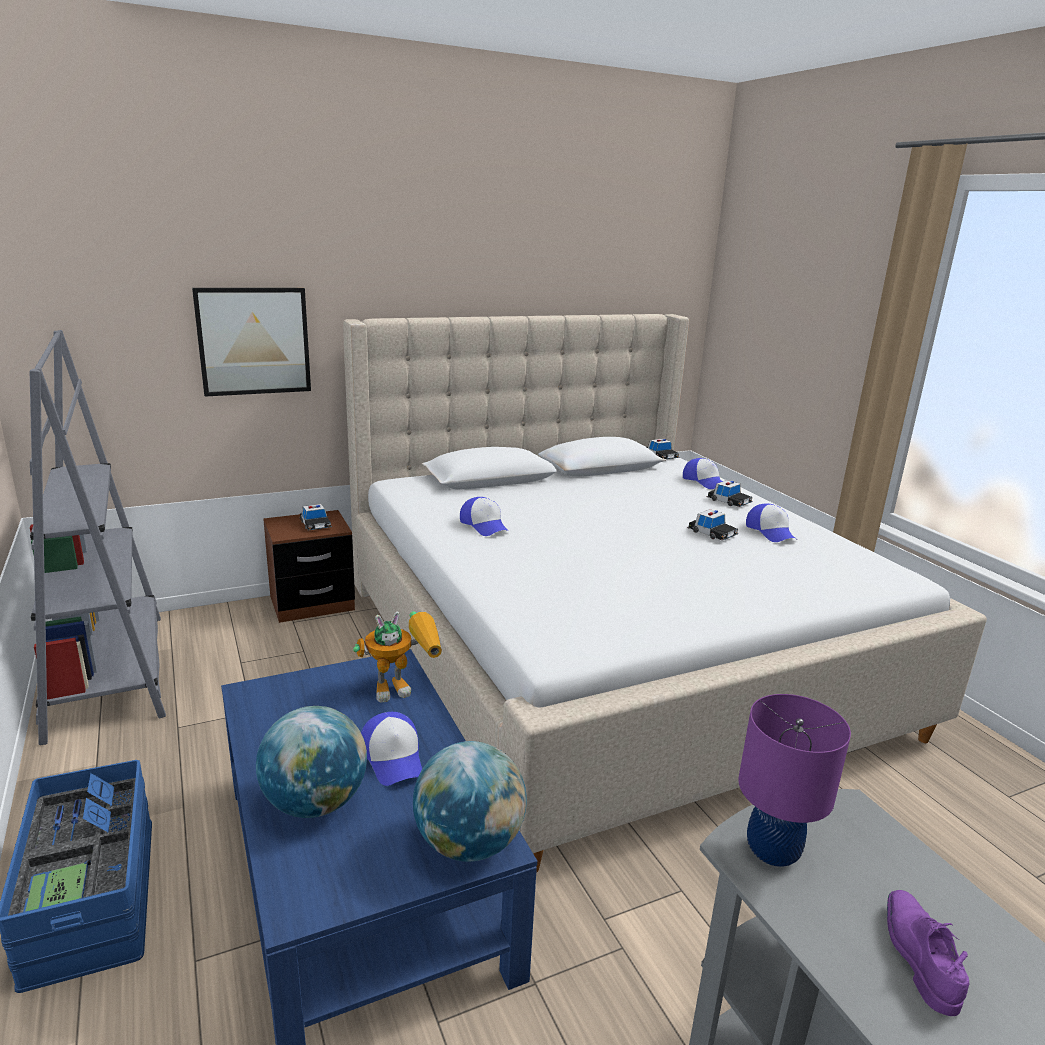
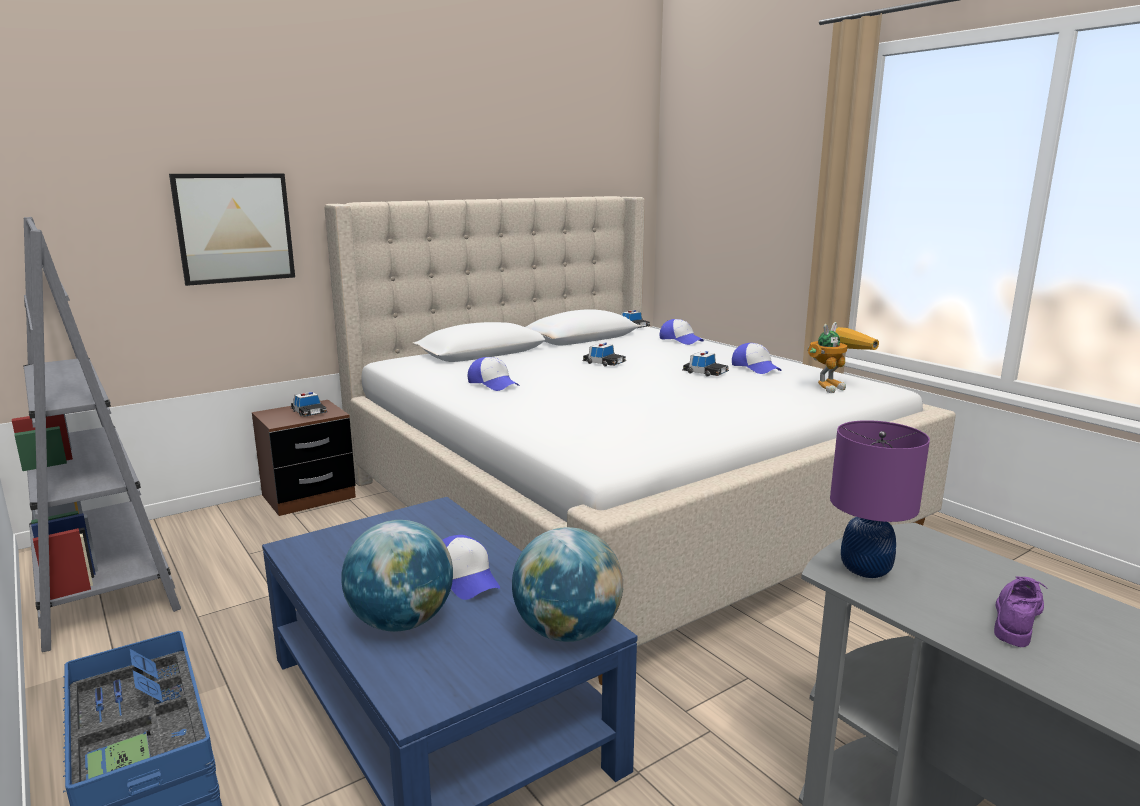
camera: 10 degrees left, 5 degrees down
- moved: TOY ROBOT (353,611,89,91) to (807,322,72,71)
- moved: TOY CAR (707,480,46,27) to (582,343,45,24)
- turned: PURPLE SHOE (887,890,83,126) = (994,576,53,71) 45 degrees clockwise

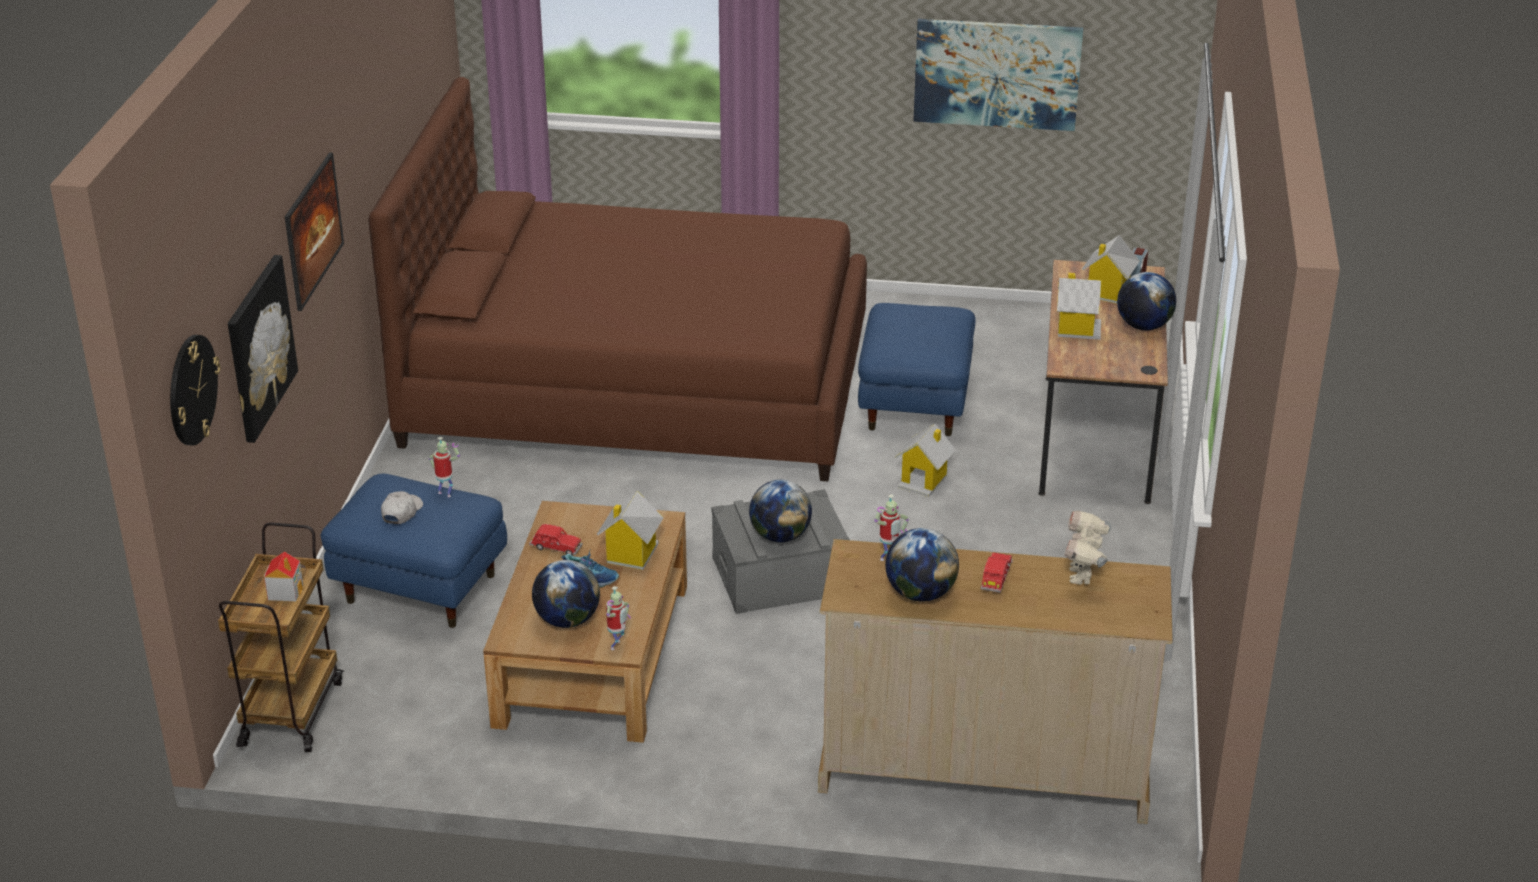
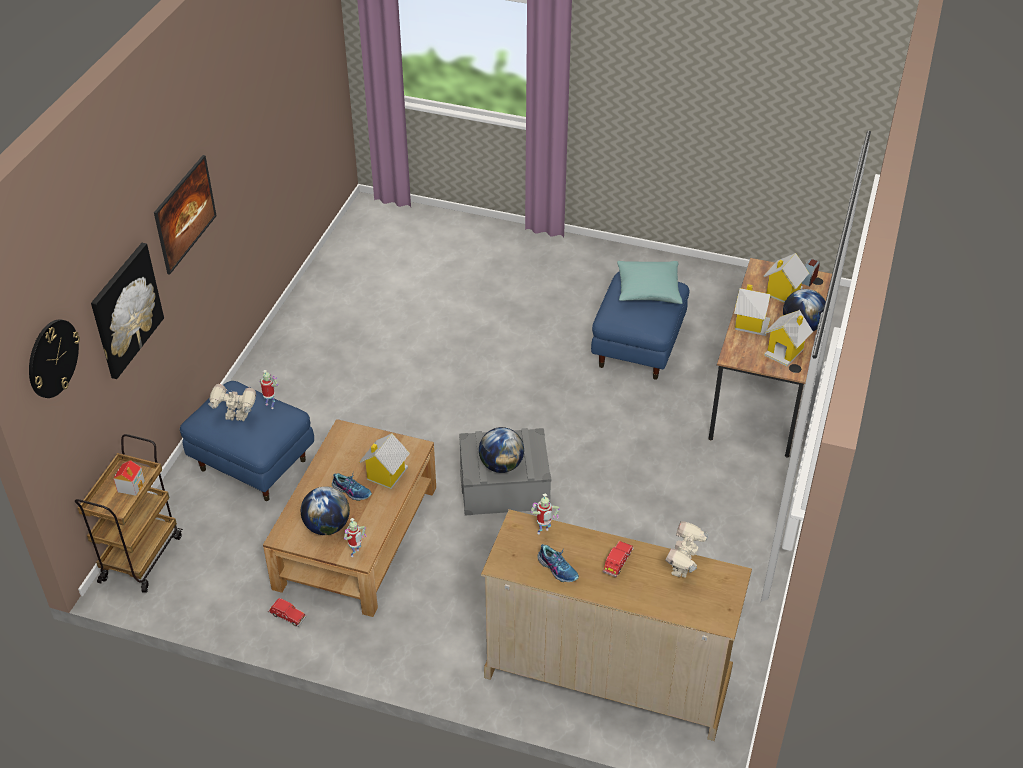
camera: 10 degrees right, 10 degrees up
- removed: BROWN BED (368,77,499,405)
- replaced: WHITE CAP (381,491,42,33) to TOY ROBOT (208,384,48,37)
- moved: RED TOY CAR (529,524,54,31) to (268,598,39,29)
- replaced: GLOBE (885,528,74,74) to SHOE (537,544,42,38)
- moved: TOY HOUSE (895,424,61,73) to (764,310,49,57)
- removed: PICTURE (913,19,170,112)
- added: TURQUOISE PILLOW (617,261,66,43)

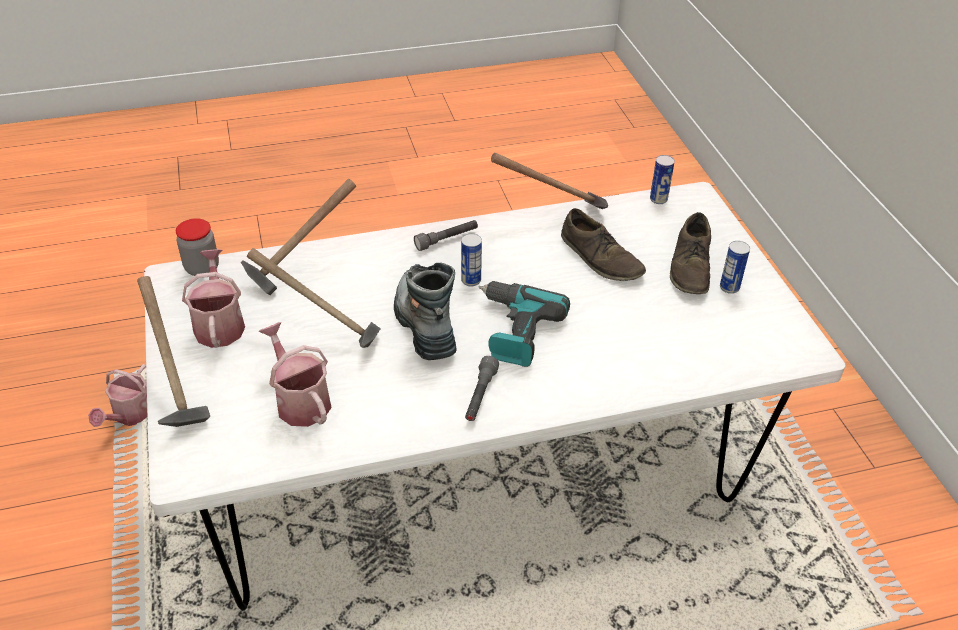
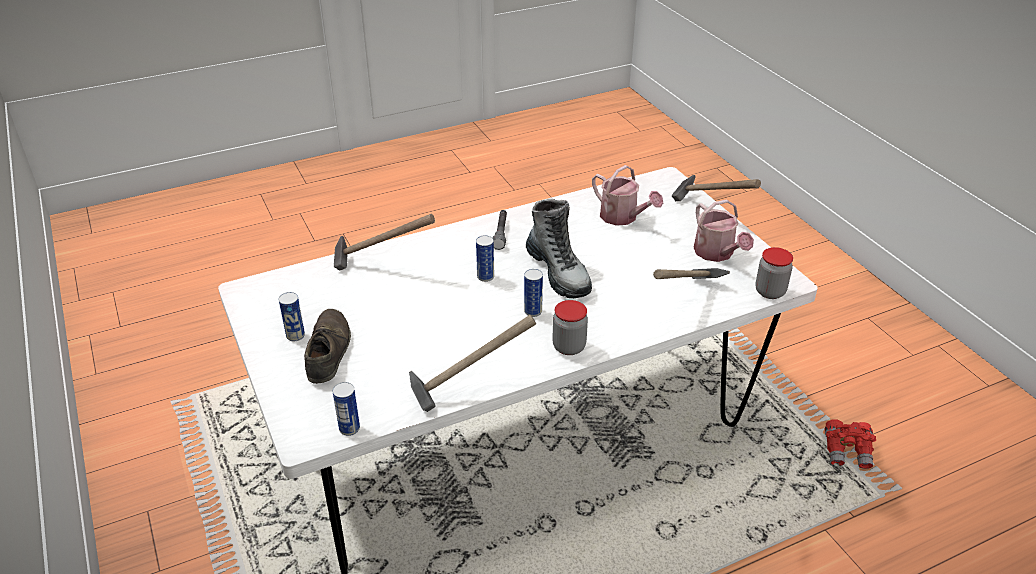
camera: 170 degrees right, 5 degrees down
- replaced: WATERING CAN (88,364,59,63) to RED BINOCULARS (825,420,51,49)
- moved: HAMMER (247,248,134,100) to (334,214,101,57)
- replaced: GREY FLASHLIGHT (414,220,64,31) to JAR (552,300,36,55)
- replaced: POWER DRILL (478,281,92,86) to CAN (476,235,18,47)
- removed: BROWN SHOE (561,208,85,73)

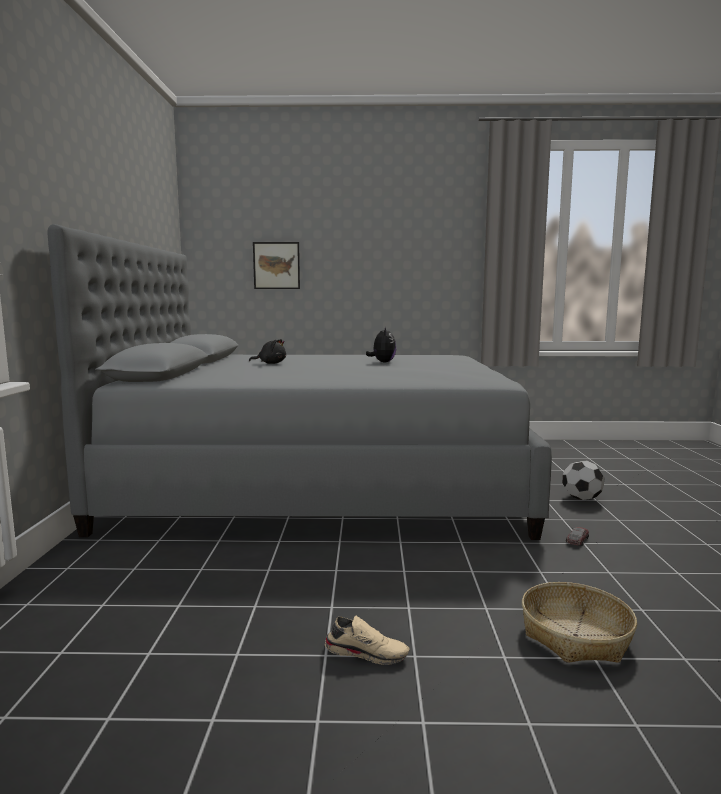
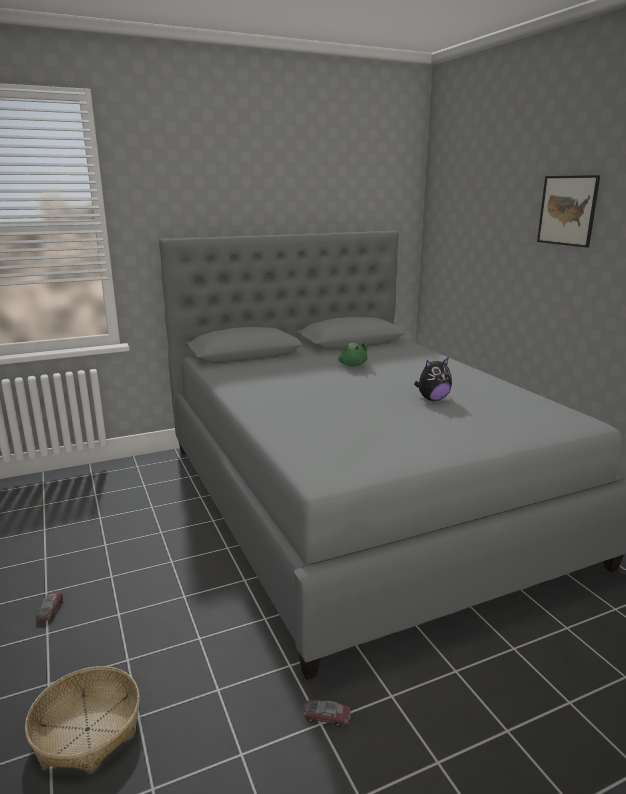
camera: 65 degrees right, 10 degrees up
- recoloured: BLACK PLUSH TOY (249,339,37,25) to GREEN PLUSH TOY (338,343,30,23)
- moved: PICTURE (253,242,47,47) to (537,175,63,73)
- replaced: BEIGE SHOE (325,616,85,49) to TOY CAR (36,591,27,30)
- removed: FOOTBALL (562,461,42,39)

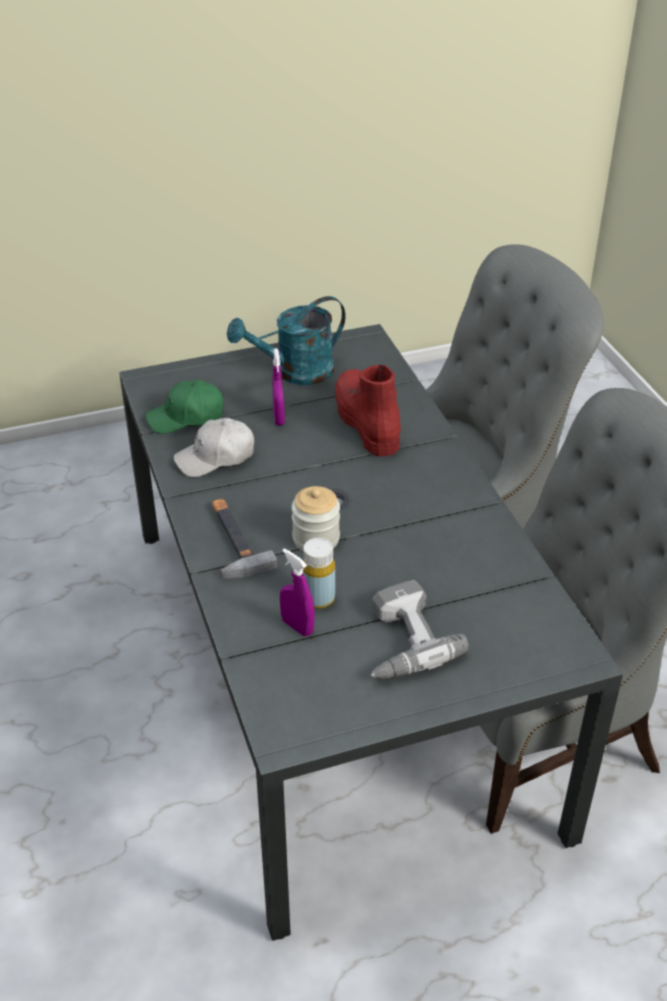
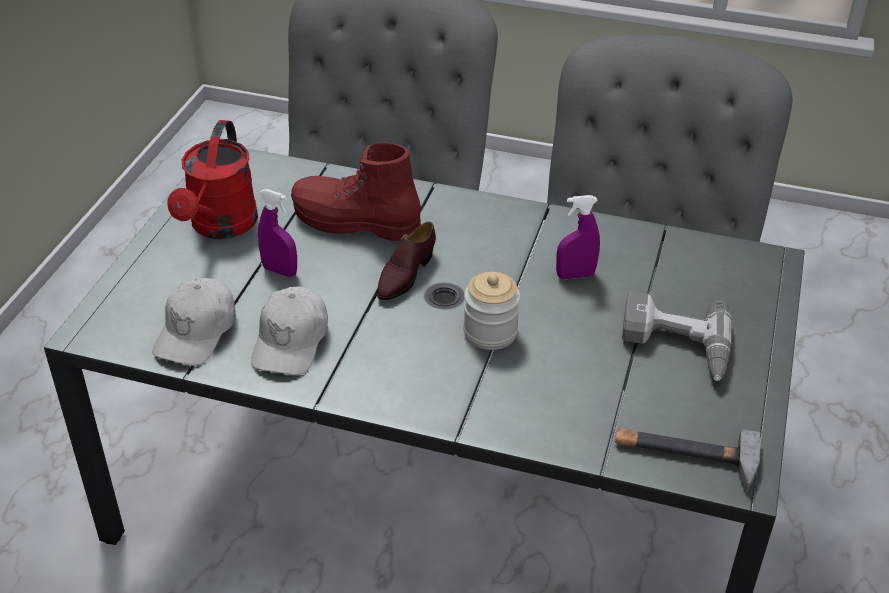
camera: 55 degrees left, 0 degrees up
- recoloured: GREEN CAP (146,380,77,54) to WHITE CAP (153,278,82,88)
- moved: HAMMER (212,499,66,80) to (615,428,146,65)
- recoloured: TURQUOISE WATERING CAN (227,296,119,89) to RED WATERING CAN (167,120,91,119)
- moved: PURPLE SPRAY BOTTLE (280,548,35,88) to (556,195,44,84)
- removed: YELLOW BOTTLE (303,538,32,71)
- added: BROWN SHOE (377,222,59,78)

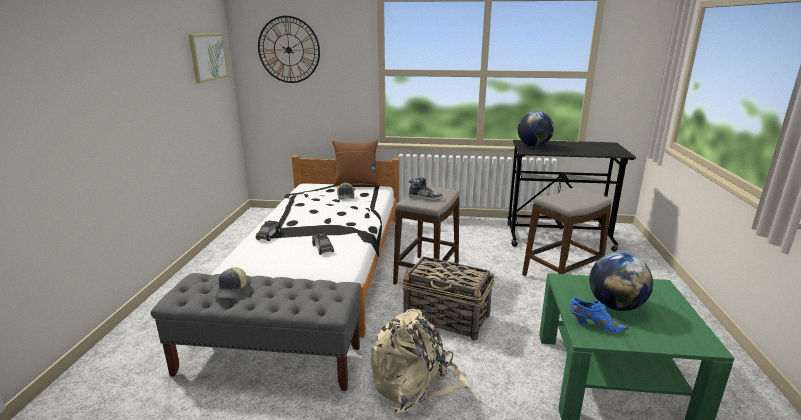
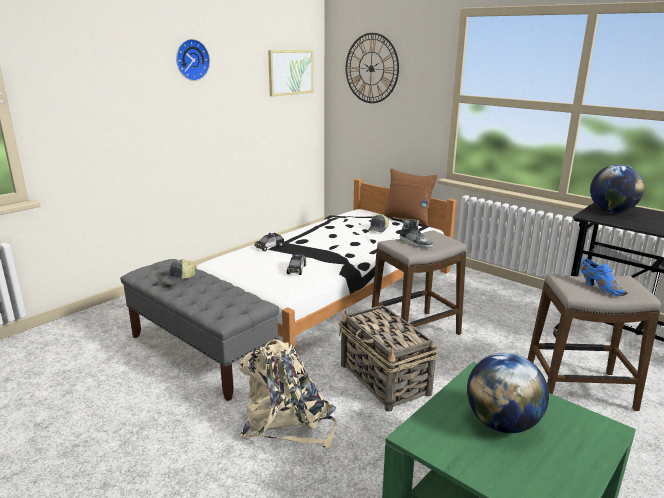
camera: 35 degrees right, 0 degrees up
- moved: BLUE SHOE (569,298,60,35) to (580,258,48,38)
- added: WALL CLOCK (176,39,34,42)

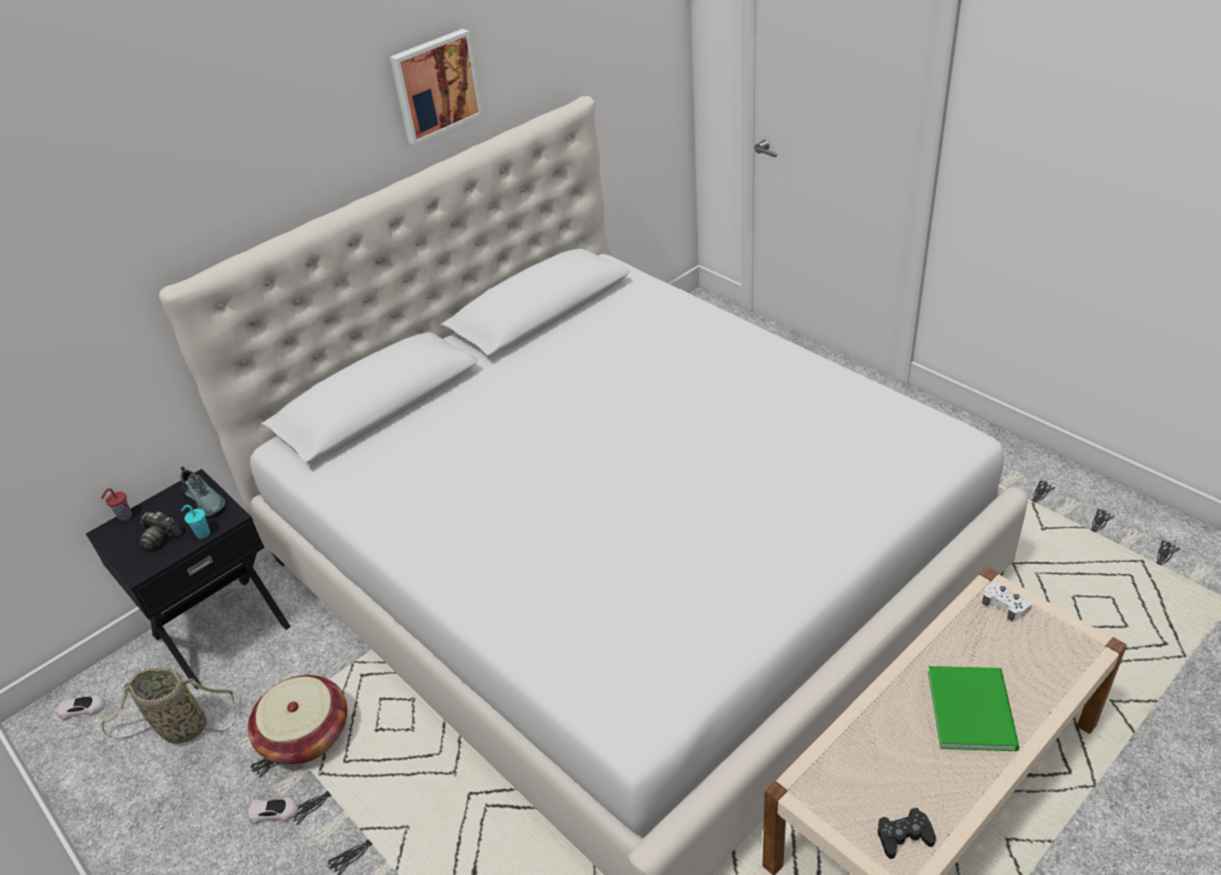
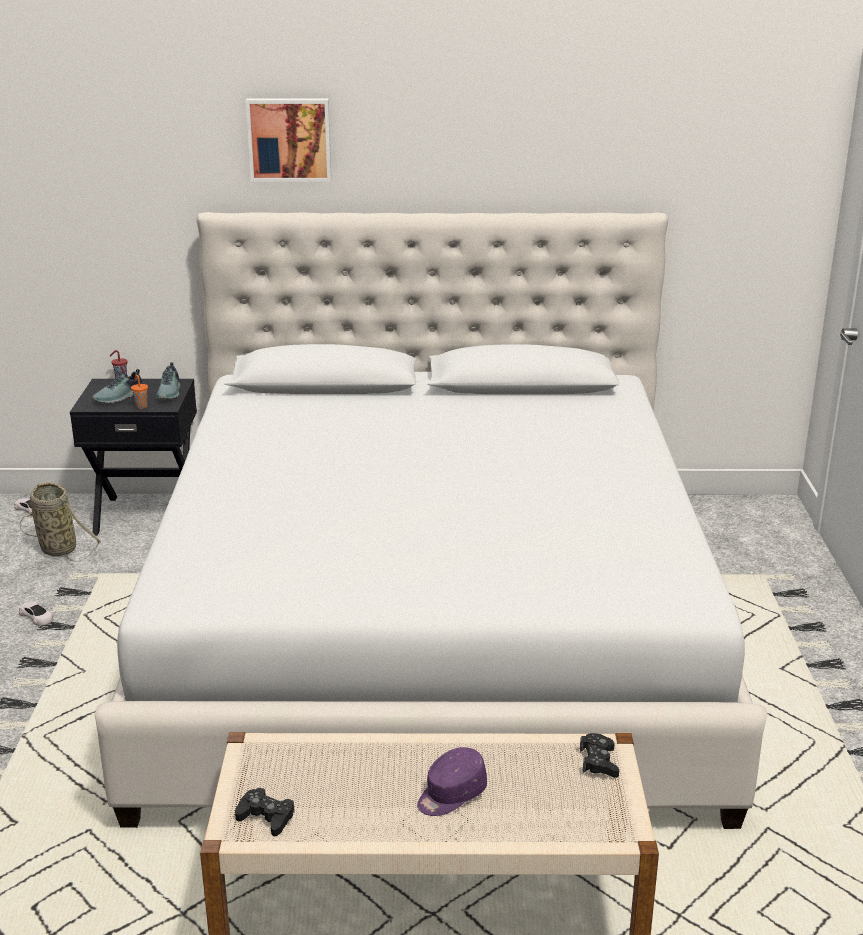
camera: 40 degrees right, 15 degrees down
- replaced: PHOTO CAMERA (139,512,43,38) to SHOE (92,369,51,34)
- recoloured: TURQUOISE CUP (181,505,29,34) to ORANGE CUP (131,375,17,34)
- removed: BASKET (248,675,99,89)
- moved: PICTURE (390,29,93,116) to (246,98,86,84)
- replaced: GREEN BOOK (928,666,91,85) to PURPLE CAP (417,747,70,69)
- recoloured: WHITE GAME CONTROLLER (982,582,51,39) to BLACK GAME CONTROLLER (580,733,39,45)

